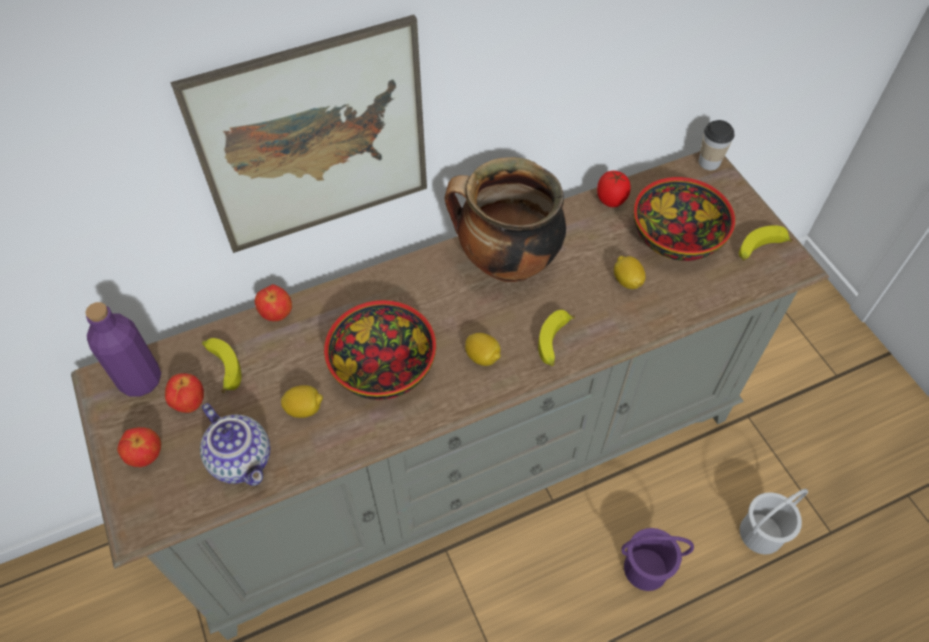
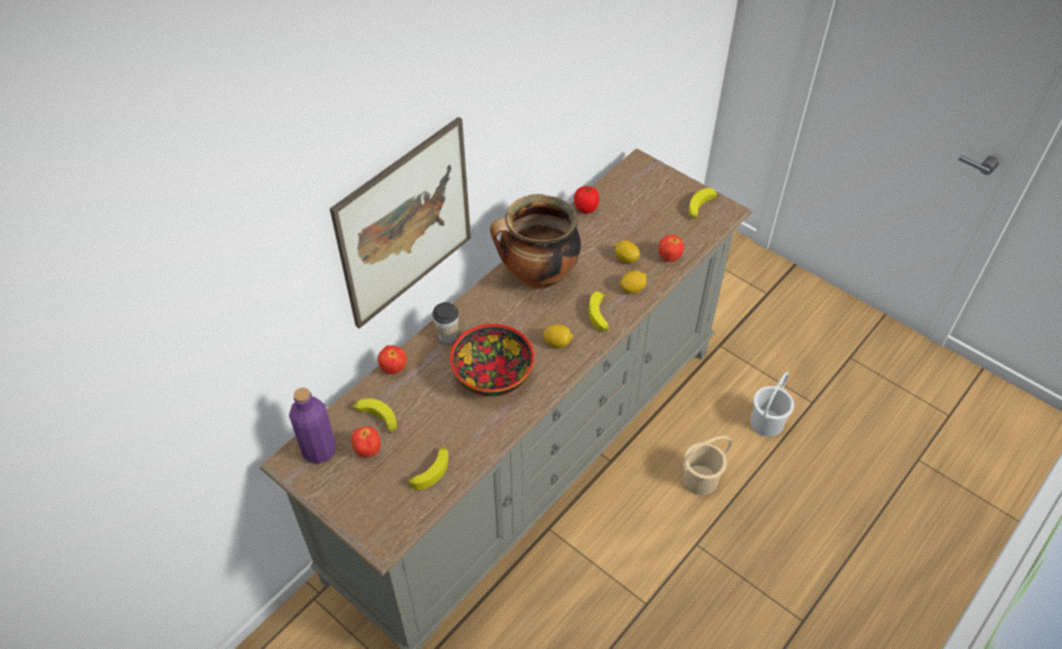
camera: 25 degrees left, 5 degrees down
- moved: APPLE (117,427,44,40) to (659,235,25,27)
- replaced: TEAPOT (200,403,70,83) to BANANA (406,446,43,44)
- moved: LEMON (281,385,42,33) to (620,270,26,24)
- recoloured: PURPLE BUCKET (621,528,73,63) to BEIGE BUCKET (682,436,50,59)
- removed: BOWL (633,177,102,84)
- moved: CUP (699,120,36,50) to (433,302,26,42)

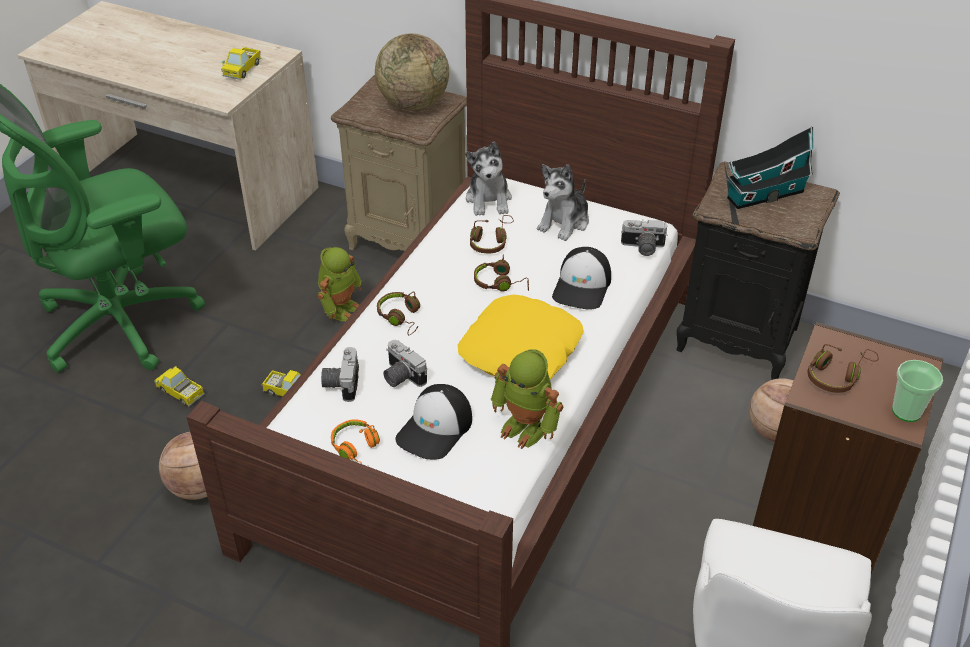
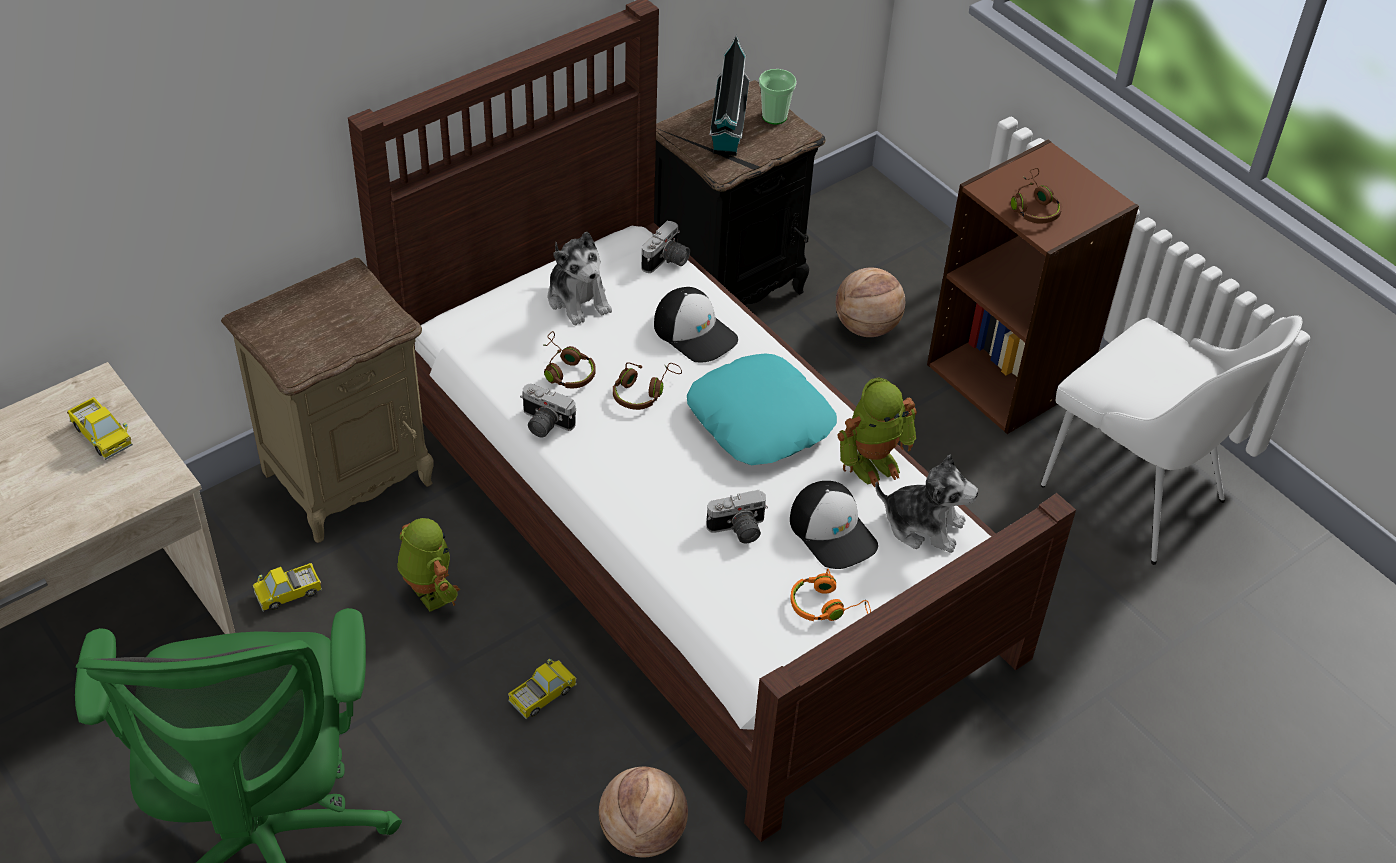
camera: 65 degrees left, 5 degrees up
- moved: TOY TRUCK (154,366,51,41) to (253,563,69,49)
- moved: PHOTO CAMERA (321,347,38,55) to (520,384,56,54)
- removed: GLOBE (375,33,74,77)
- removed: BROWN HEADPHONES (377,292,43,43)
- recoloured: YELLOW PILLOW (458,294,126,85) to TURQUOISE PILLOW (687,353,150,112)
- moved: PLUSH TOY (465,141,47,75) to (875,455,103,98)
- moved: CUP (892,360,51,62) to (759,69,38,56)

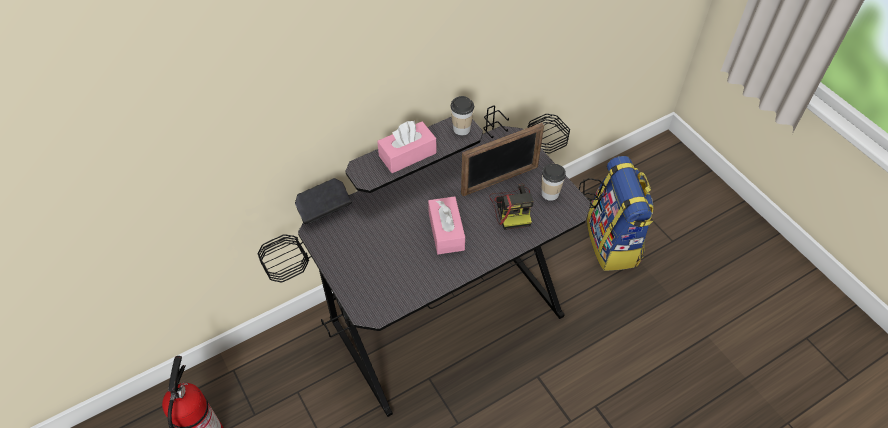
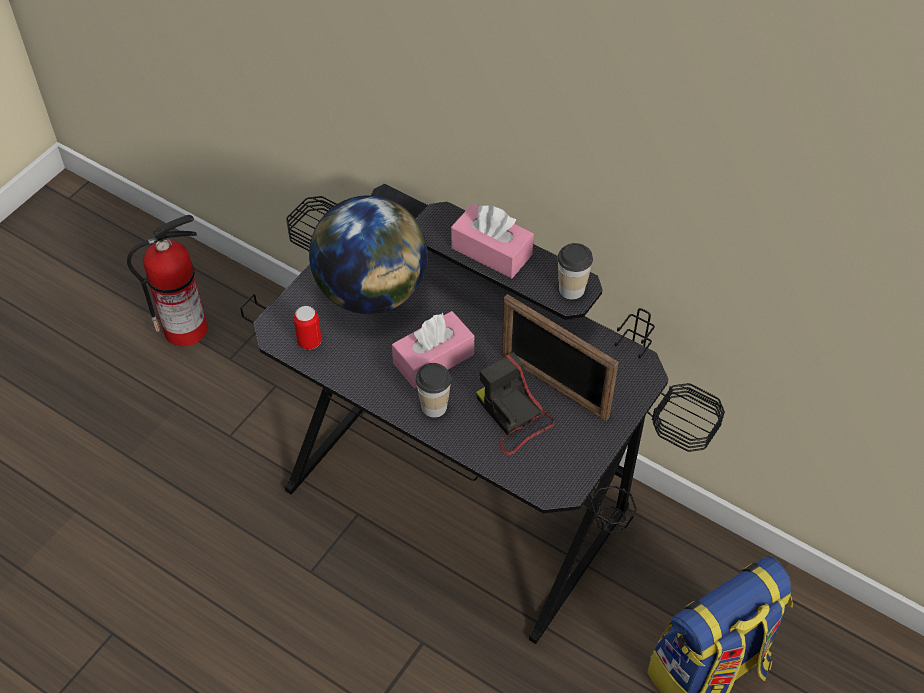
camera: 65 degrees right, 0 degrees up
- turned: PHOTO CAMERA (489,184,45,46) = (476,352,79,103) 90 degrees clockwise
- moved: CUP (541,164,25,37) to (416,363,35,55)
- added: CAN (293,306,29,44)
- added: GLOBE (309,195,119,119)

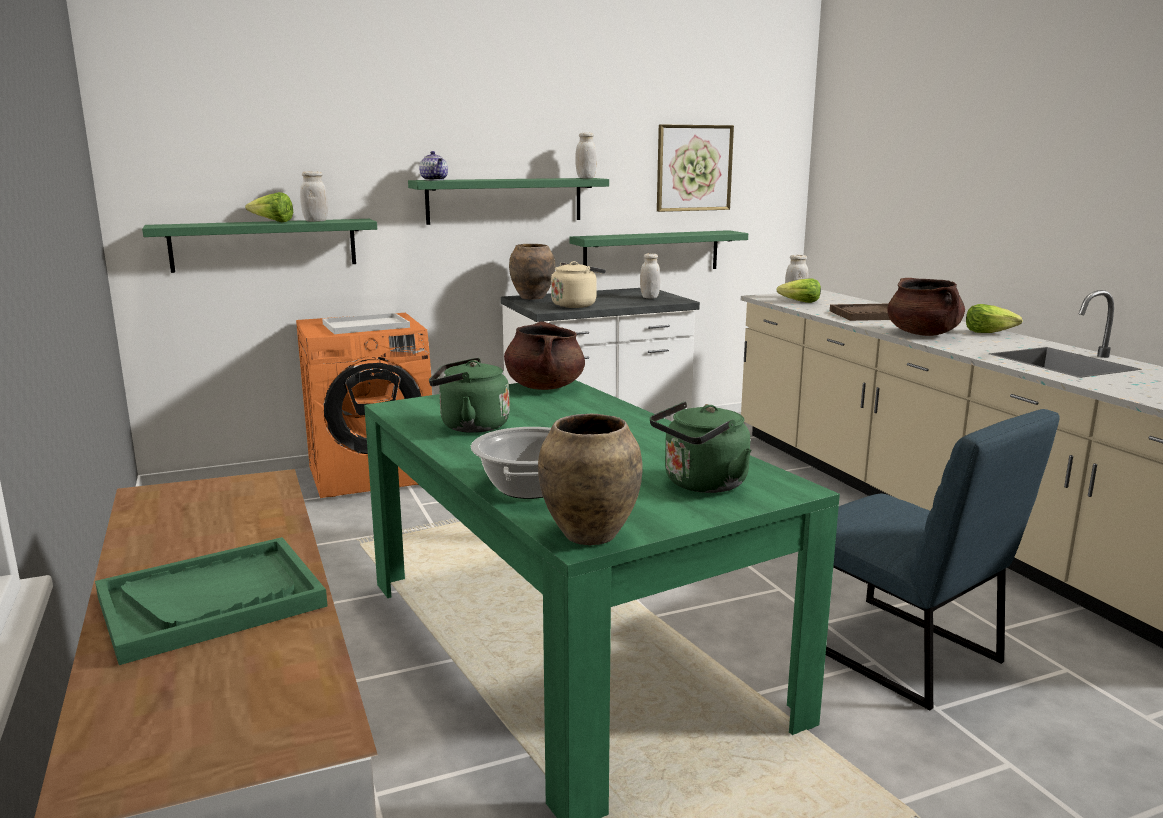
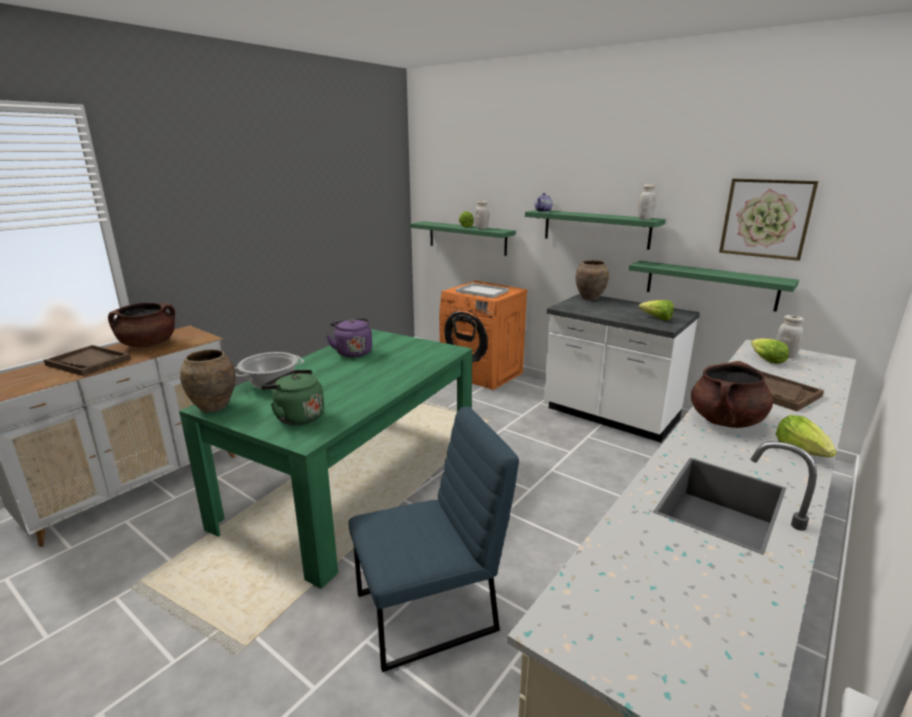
camera: 60 degrees right, 5 degrees up
- recoloured: GREEN TRAY (95,537,233,128) to BROWN TRAY (44,345,87,31)
- recoloured: GREEN KETTLE (429,358,81,75) to PURPLE KETTLE (326,318,46,40)
- moved: BROWN COOKING POT (504,321,81,69) to (108,303,67,44)
- removed: BEIGE KETTLE (551,261,55,47)
- replaced: WHITE JAR (640,253,20,46) to LETTUCE (638,300,36,21)
- turned: BLUE CHAIR (826,409,234,301) = (349,407,170,265) 135 degrees counterclockwise

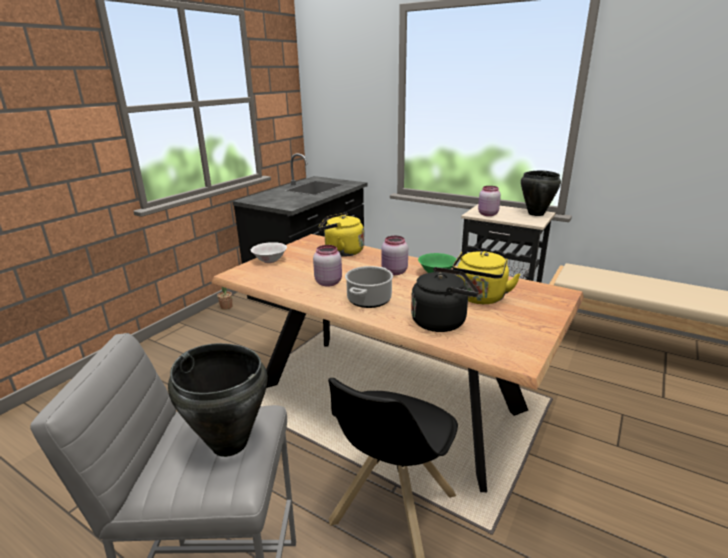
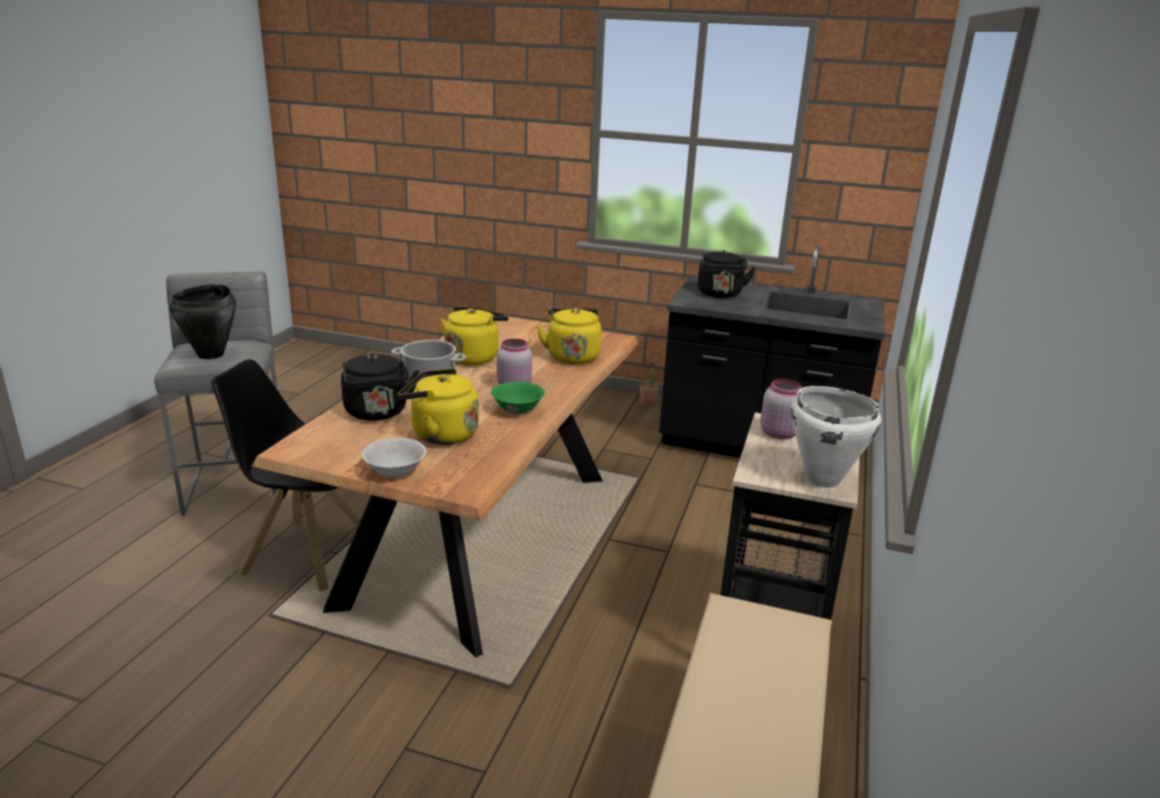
camera: 75 degrees right, 0 degrees up
- moved: WHITE BOWL (251,242,36,21) to (362,438,64,40)
- replaced: PINK JAR (313,245,29,42) to YELLOW KETTLE (440,306,68,59)
- recoloured: BLACK COOKING POT (521,171,40,45) to WHITE COOKING POT (791,386,90,102)
- added: BLACK KETTLE (698,250,57,48)

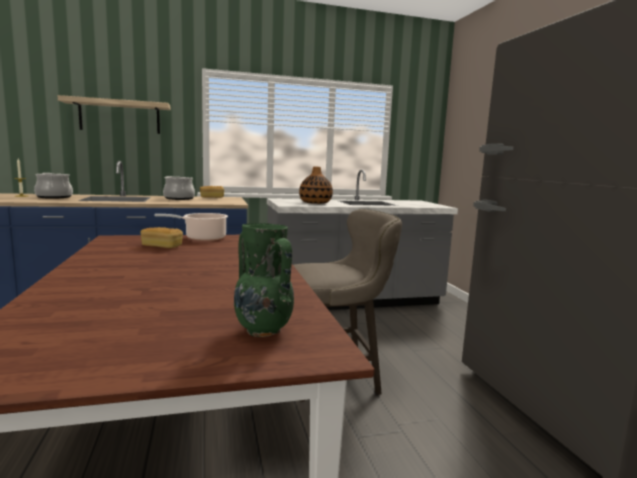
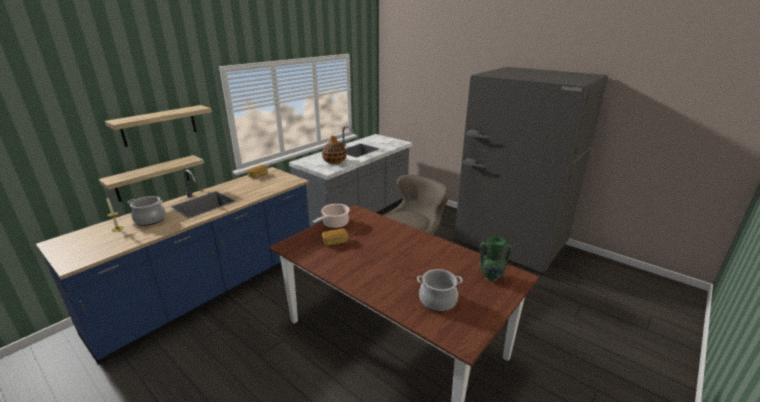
camera: 35 degrees left, 15 degrees up
- moved: COOKING POT (163,176,32,24) to (417,269,46,42)
- added: SHELF (99,155,105,47)

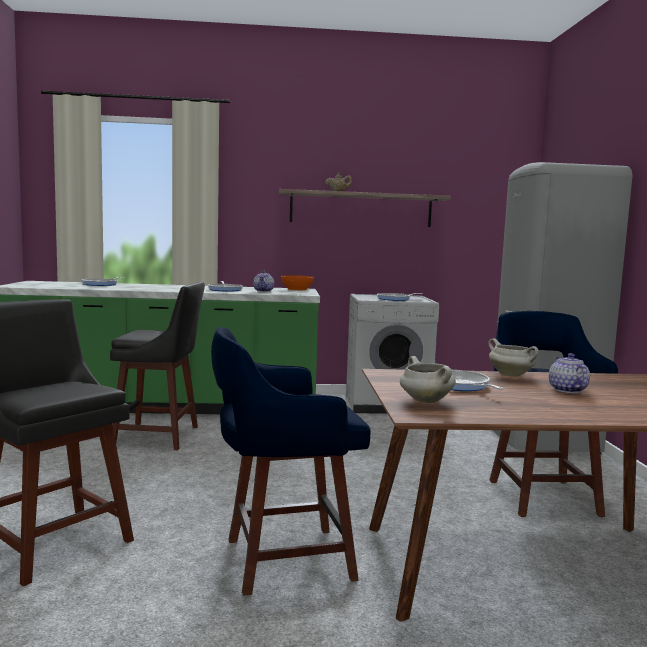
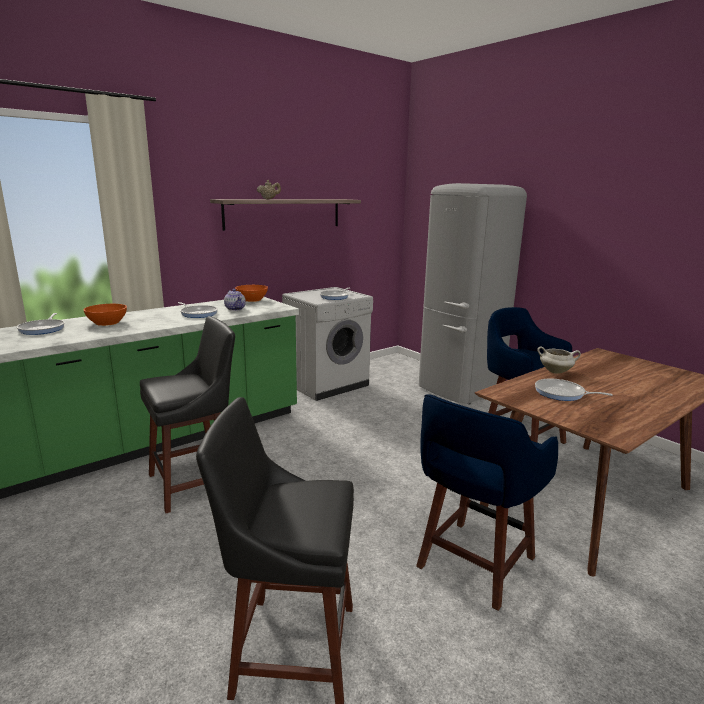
camera: 35 degrees left, 10 degrees up
- removed: WHITE COOKING POT (400,356,56,47)
- removed: TEAPOT (549,353,41,40)
- added: ORANGE BOWL (83,304,44,22)

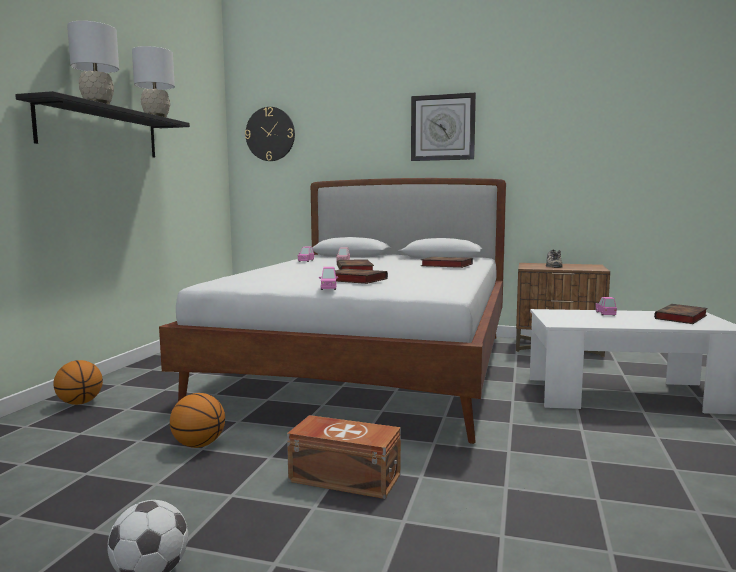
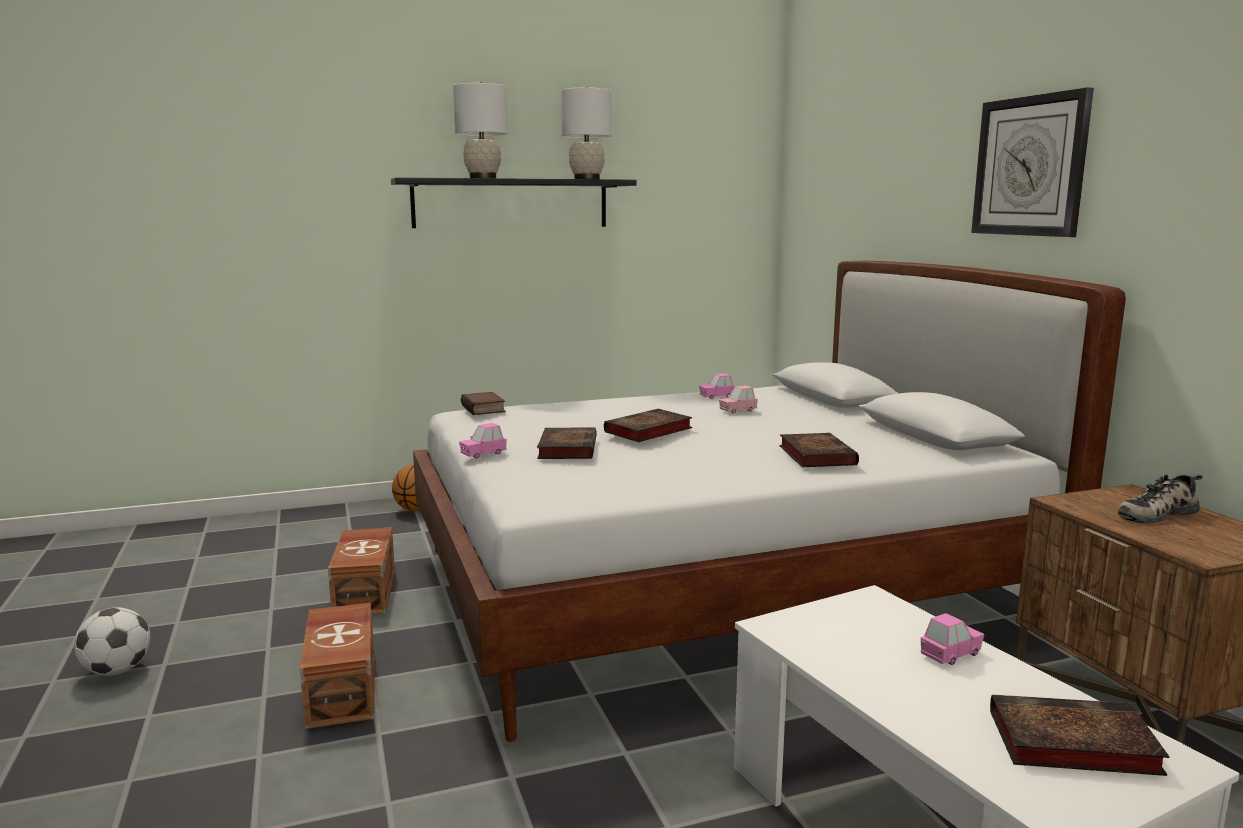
camera: 55 degrees right, 5 degrees up
- replaced: BASKETBALL (170,393,55,55) to BROWN STORAGE BOX (328,527,67,87)
- removed: WALL CLOCK (245,107,50,54)
- added: BOOK (461,392,44,23)

